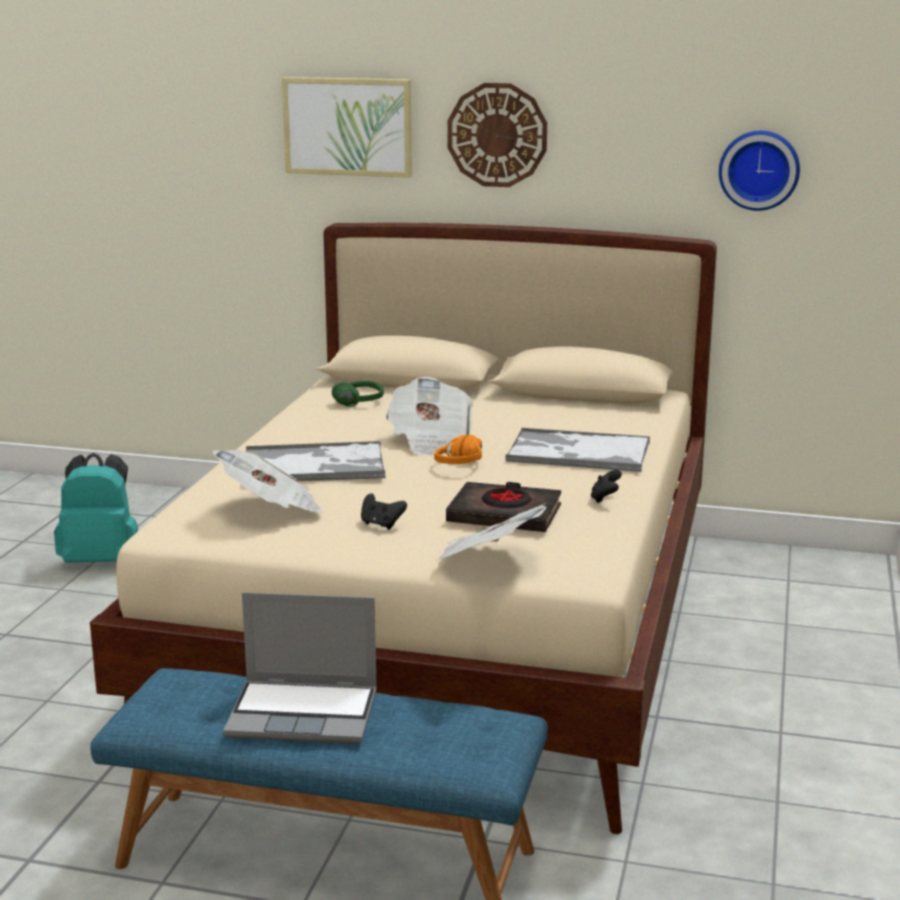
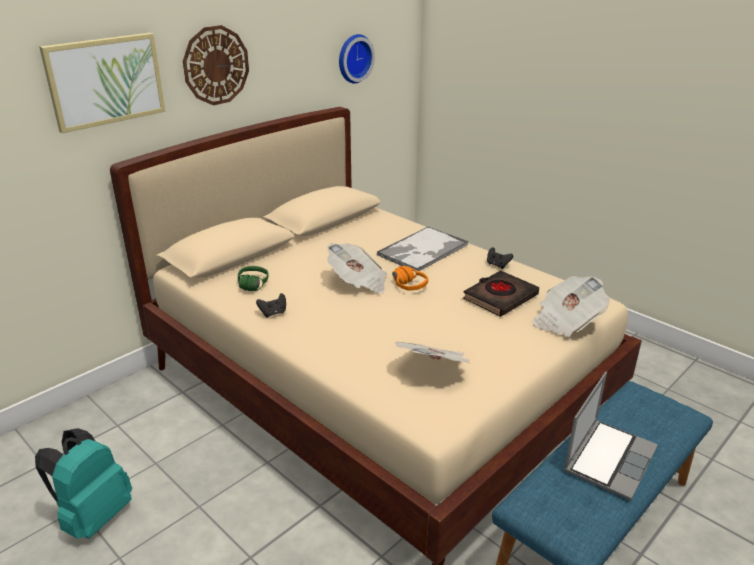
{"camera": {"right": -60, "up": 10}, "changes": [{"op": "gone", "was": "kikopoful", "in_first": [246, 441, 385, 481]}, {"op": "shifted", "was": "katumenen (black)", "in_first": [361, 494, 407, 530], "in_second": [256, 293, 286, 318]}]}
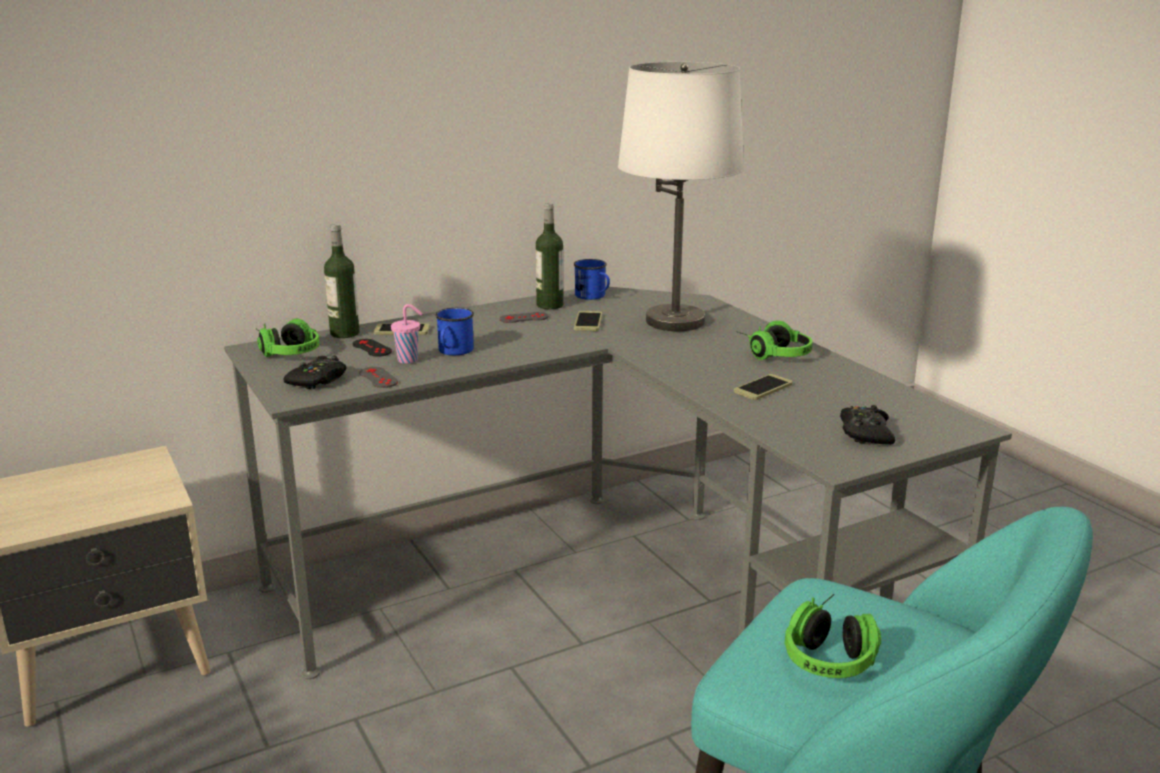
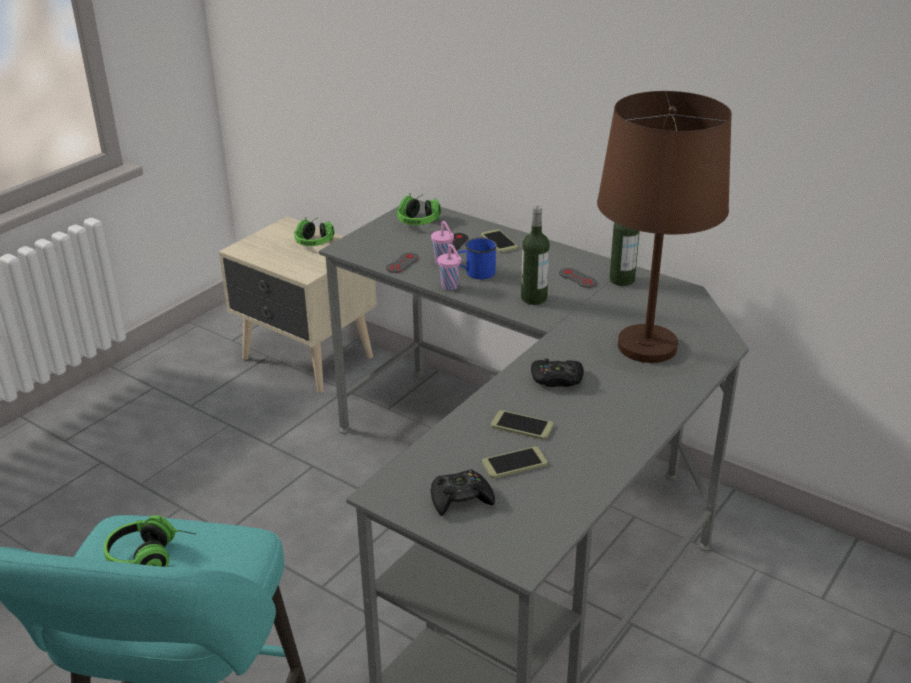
{"camera": {"right": 65, "up": 10}, "changes": [{"op": "shifted", "was": "katumenen (black)", "in_first": [283, 355, 347, 389], "in_second": [531, 358, 584, 387]}, {"op": "shifted", "was": "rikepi", "in_first": [324, 224, 360, 338], "in_second": [521, 206, 550, 305]}, {"op": "gone", "was": "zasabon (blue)", "in_first": [574, 259, 610, 300]}, {"op": "shifted", "was": "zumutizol", "in_first": [574, 311, 602, 331], "in_second": [482, 447, 548, 479]}, {"op": "repainted", "was": "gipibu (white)", "now": "gipibu (brown)", "in_first": [618, 62, 744, 331], "in_second": [597, 91, 732, 363]}, {"op": "shifted", "was": "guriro", "in_first": [736, 320, 813, 360], "in_second": [294, 217, 335, 246]}, {"op": "new", "now": "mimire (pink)", "in_second": [437, 244, 461, 291]}]}
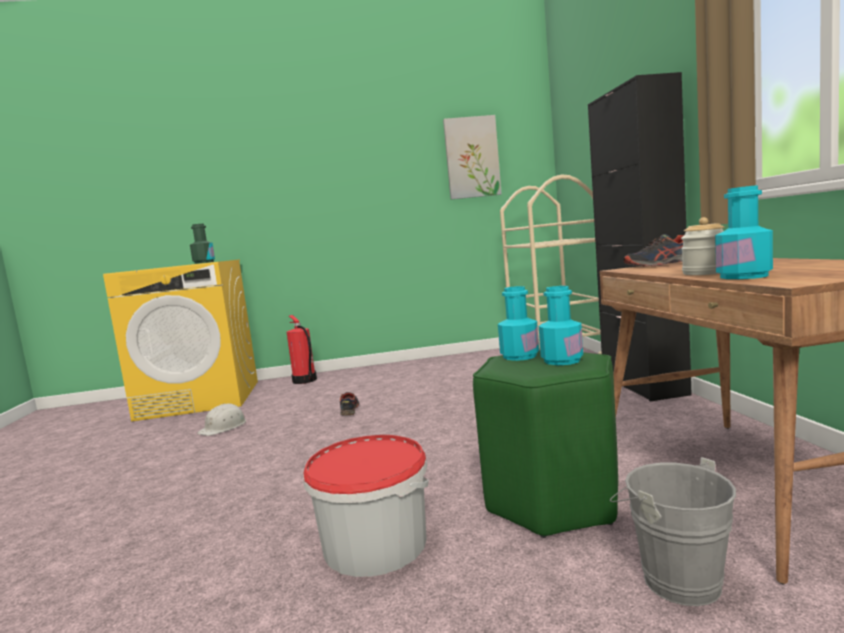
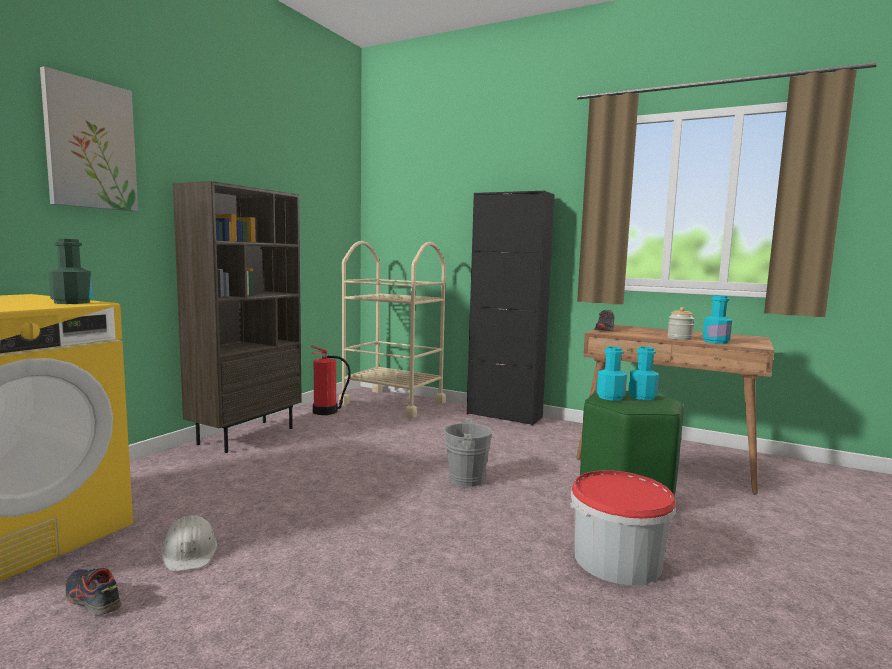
{"camera": {"right": -55, "up": 0}, "changes": [{"op": "shifted", "was": "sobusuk", "in_first": [287, 315, 317, 384], "in_second": [311, 346, 351, 415]}, {"op": "shifted", "was": "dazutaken", "in_first": [340, 392, 359, 416], "in_second": [65, 568, 122, 615]}, {"op": "shifted", "was": "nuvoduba", "in_first": [443, 115, 502, 199], "in_second": [40, 66, 138, 211]}, {"op": "shifted", "was": "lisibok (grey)", "in_first": [610, 457, 736, 606], "in_second": [436, 418, 493, 487]}, {"op": "new", "now": "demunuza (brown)", "in_second": [173, 181, 302, 453]}]}
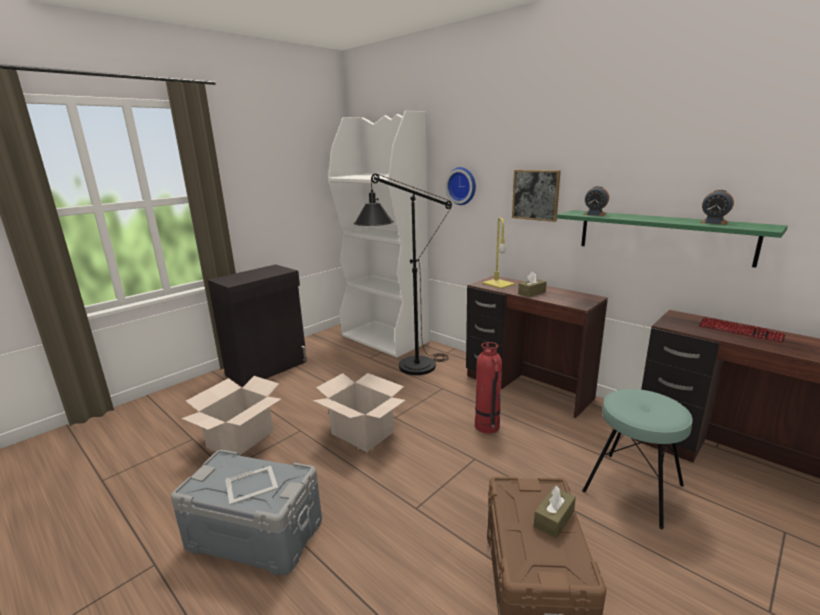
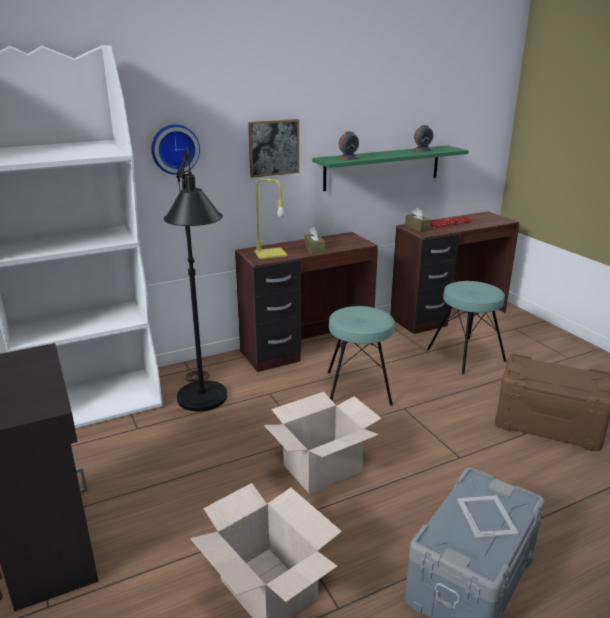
{"camera": {"right": -70, "up": 5}, "changes": [{"op": "swapped", "was": "sobusuk", "now": "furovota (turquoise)", "in_first": [475, 342, 502, 433], "in_second": [328, 306, 394, 406]}, {"op": "shifted", "was": "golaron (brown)", "in_first": [534, 486, 576, 539], "in_second": [405, 207, 431, 232]}]}
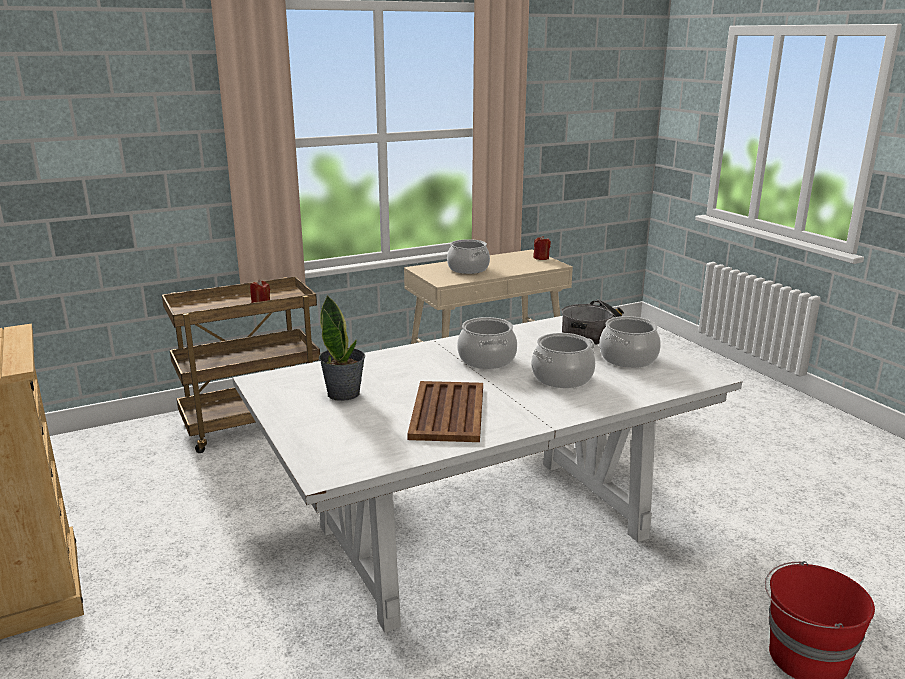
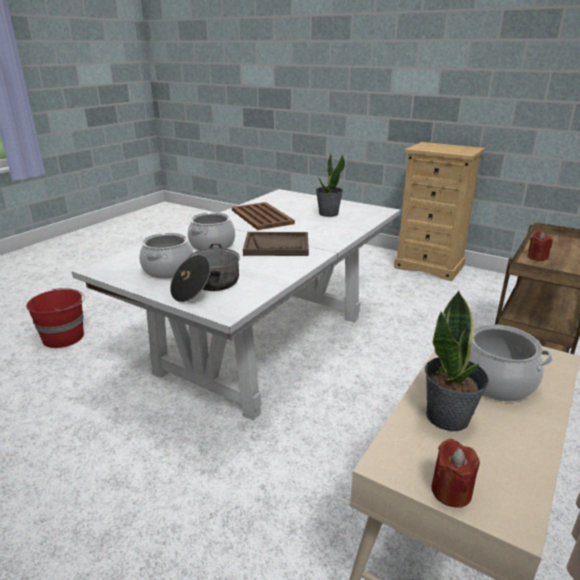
{"camera": {"right": 150, "up": 5}, "changes": [{"op": "swapped", "was": "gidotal", "now": "kikopoful (brown)", "in_first": [457, 317, 517, 369], "in_second": [243, 232, 309, 256]}, {"op": "new", "now": "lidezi", "in_second": [425, 290, 489, 431]}]}
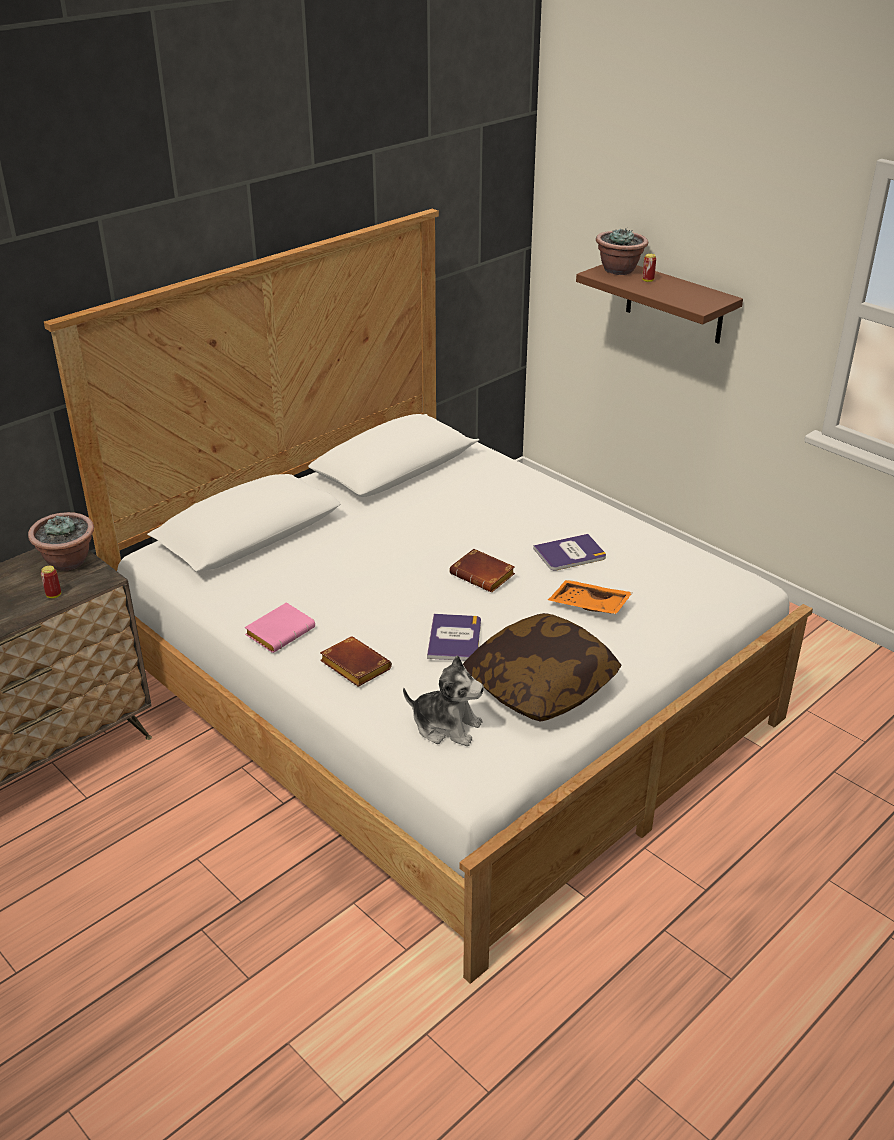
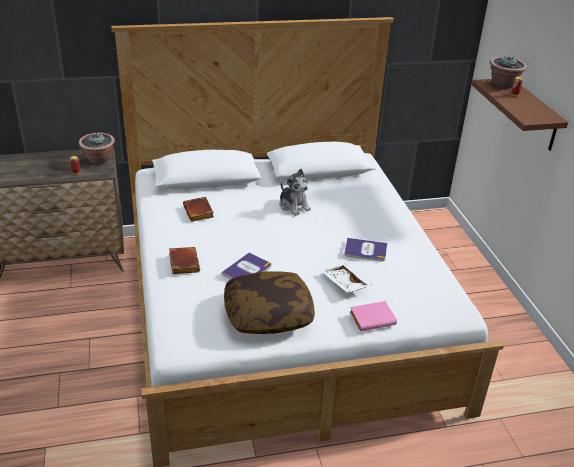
{"camera": {"right": 30, "up": 0}, "changes": [{"op": "shifted", "was": "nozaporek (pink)", "in_first": [245, 602, 315, 653], "in_second": [350, 301, 397, 331]}, {"op": "shifted", "was": "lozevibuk", "in_first": [403, 655, 484, 746], "in_second": [280, 169, 311, 216]}, {"op": "shifted", "was": "nozaporek (brown)", "in_first": [449, 549, 515, 592], "in_second": [183, 197, 214, 222]}, {"op": "repainted", "was": "kikopoful (orange)", "now": "kikopoful (white)", "in_first": [548, 580, 633, 614], "in_second": [321, 263, 372, 293]}]}
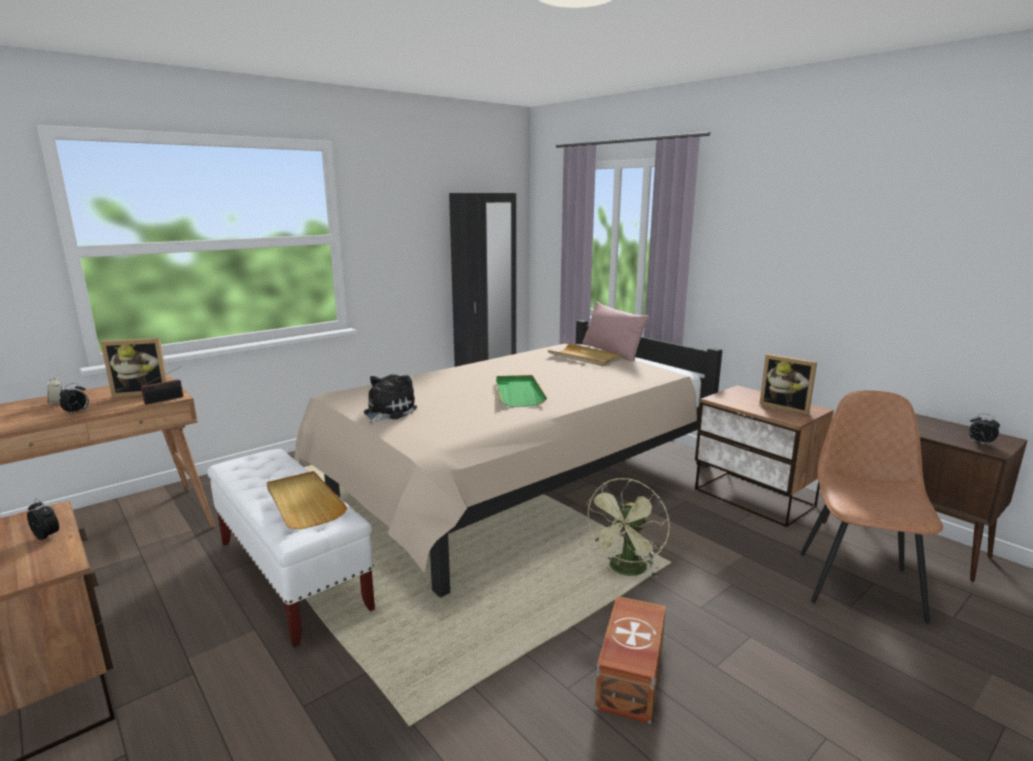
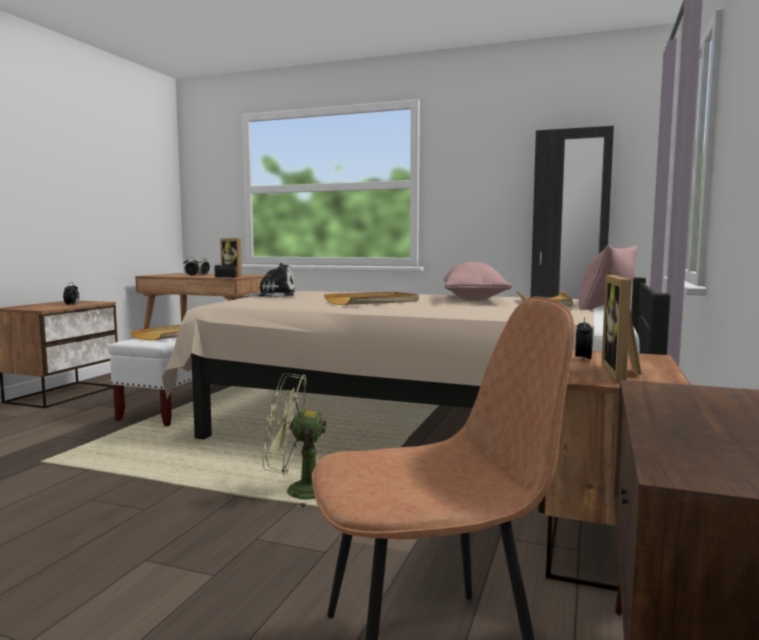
{"camera": {"right": 60, "up": -10}, "changes": [{"op": "repainted", "was": "kikopoful (green)", "now": "kikopoful (beige)", "in_first": [496, 375, 547, 407], "in_second": [324, 292, 419, 305]}, {"op": "gone", "was": "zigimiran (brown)", "in_first": [595, 596, 666, 724]}, {"op": "shifted", "was": "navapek", "in_first": [969, 414, 1000, 446], "in_second": [575, 317, 593, 361]}, {"op": "new", "now": "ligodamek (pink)", "in_second": [444, 262, 512, 301]}]}
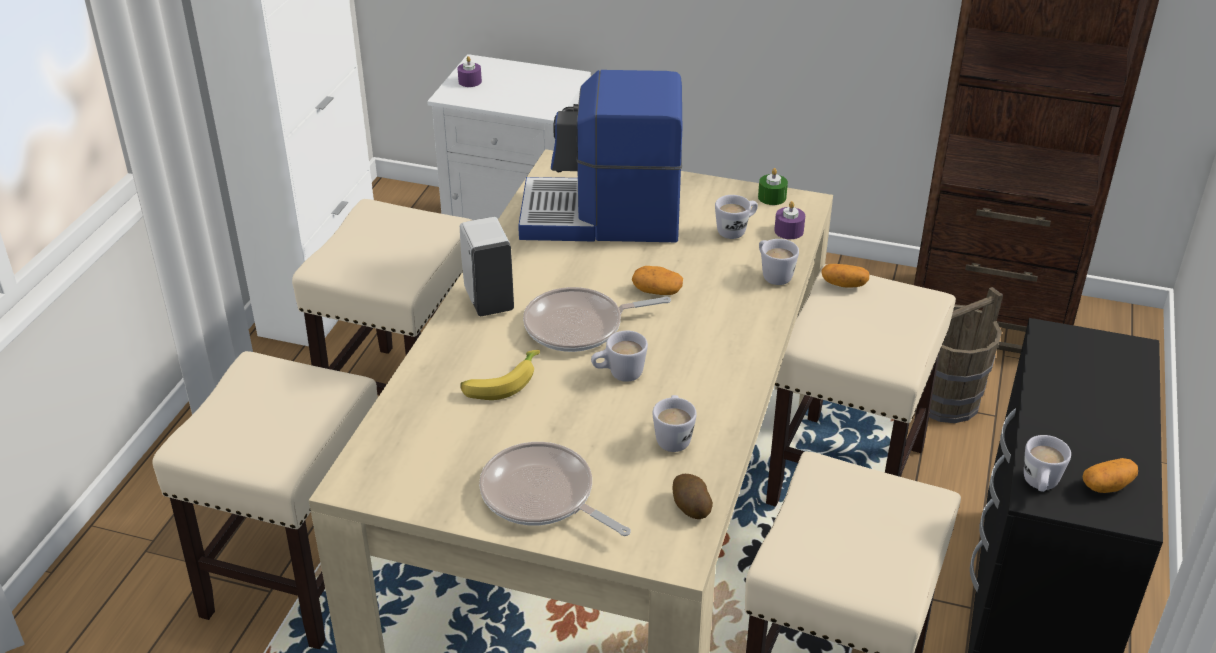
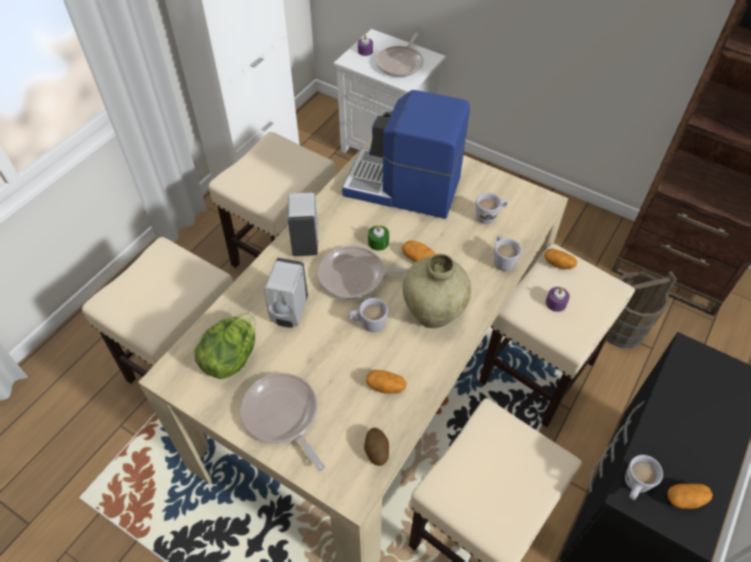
{"camera": {"right": 15, "up": 15}, "changes": [{"op": "swapped", "was": "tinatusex", "now": "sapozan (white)", "in_first": [460, 350, 540, 400], "in_second": [264, 258, 308, 328]}, {"op": "swapped", "was": "zasabon (white)", "now": "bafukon", "in_first": [653, 395, 697, 452], "in_second": [366, 370, 407, 394]}, {"op": "shifted", "was": "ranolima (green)", "in_first": [758, 168, 788, 205], "in_second": [368, 225, 389, 251]}, {"op": "shifted", "was": "ranolima (purple)", "in_first": [774, 201, 805, 239], "in_second": [546, 287, 570, 312]}, {"op": "new", "now": "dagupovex", "in_second": [195, 313, 255, 379]}, {"op": "new", "now": "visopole", "in_second": [376, 32, 423, 77]}, {"op": "new", "now": "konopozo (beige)", "in_second": [403, 254, 471, 328]}]}
